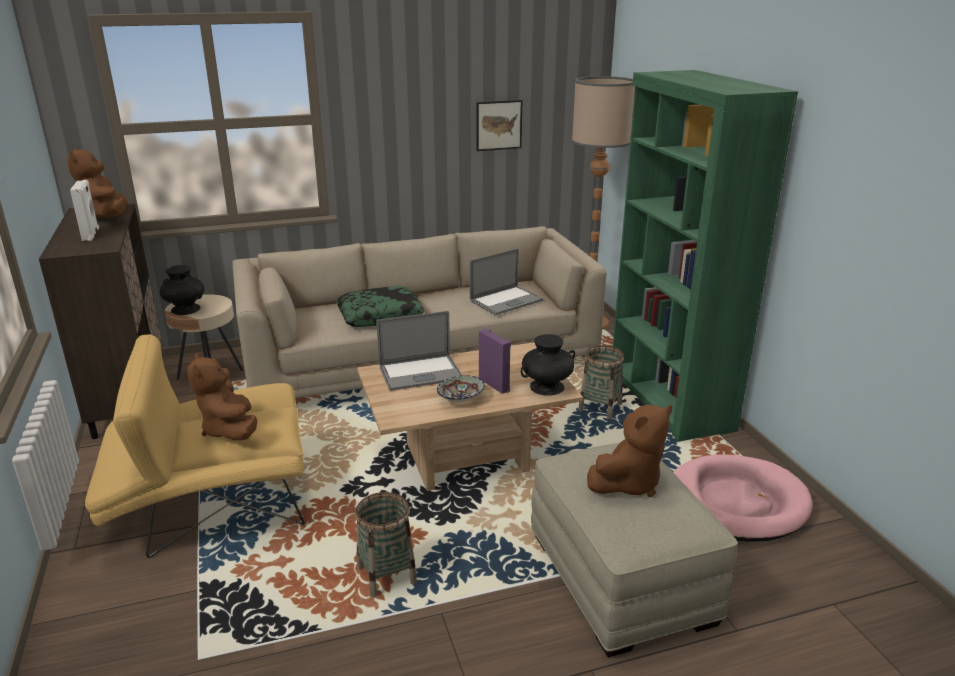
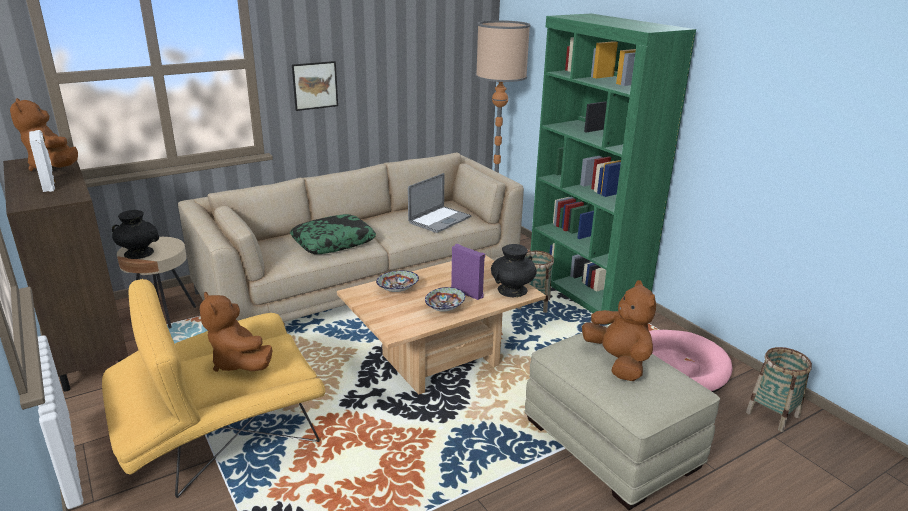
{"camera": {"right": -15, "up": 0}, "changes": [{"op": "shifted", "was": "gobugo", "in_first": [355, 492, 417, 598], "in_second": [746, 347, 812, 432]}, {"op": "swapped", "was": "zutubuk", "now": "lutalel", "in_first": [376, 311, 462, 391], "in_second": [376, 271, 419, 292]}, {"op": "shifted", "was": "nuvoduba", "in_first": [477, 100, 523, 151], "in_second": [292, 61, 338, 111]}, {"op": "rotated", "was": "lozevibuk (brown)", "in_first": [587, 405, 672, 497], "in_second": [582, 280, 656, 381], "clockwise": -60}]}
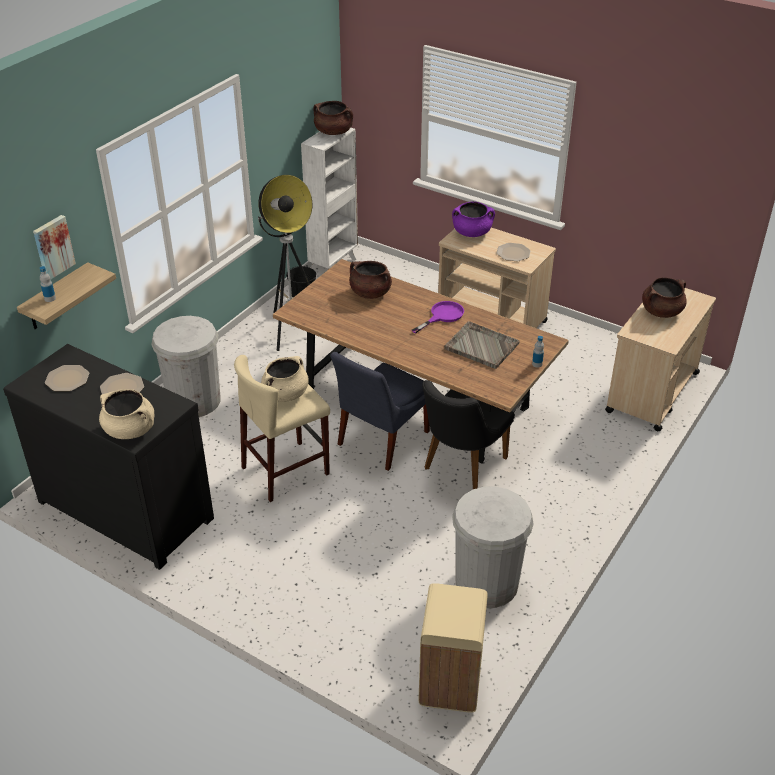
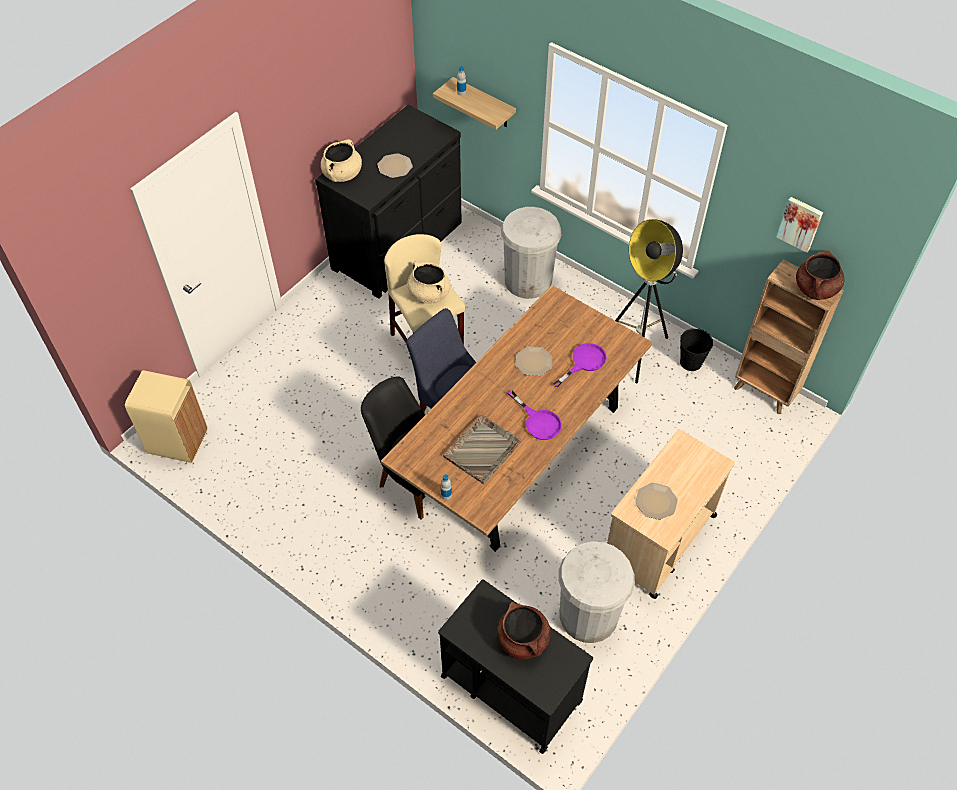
{"camera": {"right": 95, "up": 15}, "changes": [{"op": "shifted", "was": "nuvoduba", "in_first": [33, 215, 76, 280], "in_second": [776, 197, 823, 253]}, {"op": "shifted", "was": "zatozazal", "in_first": [45, 365, 89, 391], "in_second": [515, 346, 552, 376]}, {"op": "repainted", "was": "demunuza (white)", "now": "demunuza (brown)", "in_first": [301, 128, 358, 270], "in_second": [734, 259, 844, 414]}, {"op": "swapped", "was": "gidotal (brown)", "now": "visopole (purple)", "in_first": [349, 261, 392, 299], "in_second": [553, 343, 607, 388]}, {"op": "gone", "was": "gidotal (purple)", "in_first": [452, 201, 495, 237]}, {"op": "shifted", "was": "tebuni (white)", "in_first": [452, 486, 534, 608], "in_second": [558, 541, 635, 643]}, {"op": "repainted", "was": "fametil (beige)", "now": "fametil (black)", "in_first": [605, 288, 716, 431], "in_second": [438, 579, 593, 754]}]}
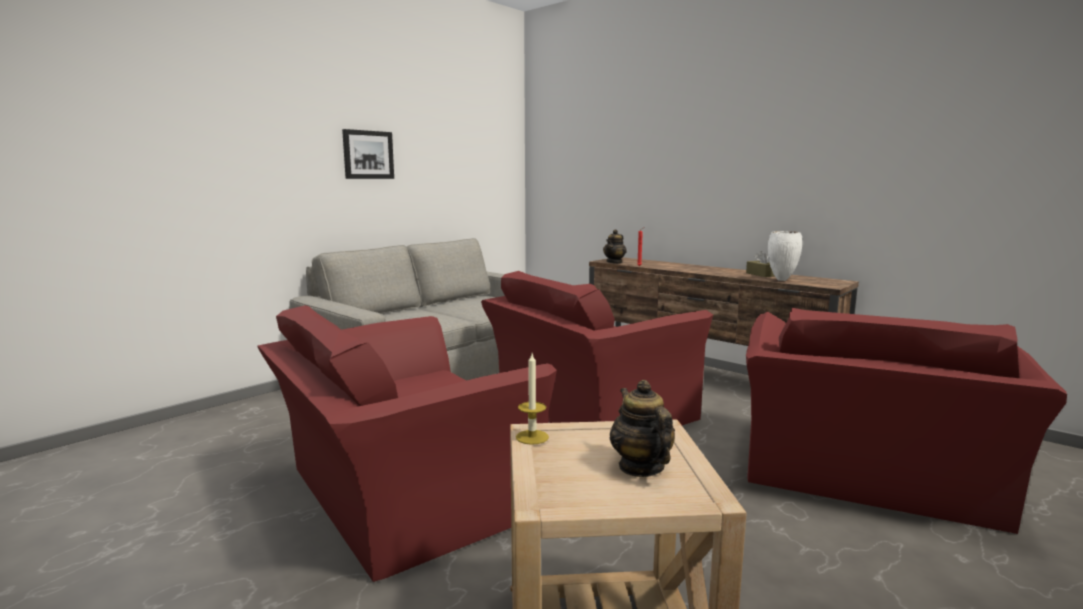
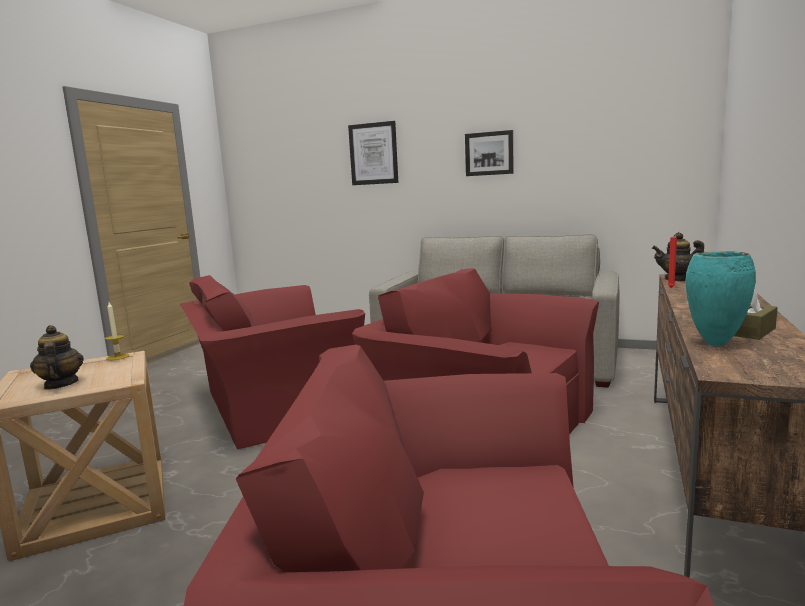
{"camera": {"right": 70, "up": 0}, "changes": [{"op": "rotated", "was": "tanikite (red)", "in_first": [257, 305, 557, 582], "in_second": [180, 275, 365, 449], "clockwise": -60}, {"op": "rotated", "was": "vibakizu", "in_first": [610, 380, 675, 477], "in_second": [30, 325, 84, 390], "clockwise": -75}, {"op": "repainted", "was": "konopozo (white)", "now": "konopozo (turquoise)", "in_first": [768, 231, 802, 281], "in_second": [685, 251, 756, 346]}, {"op": "new", "now": "nuvoduba", "in_second": [348, 121, 398, 185]}]}
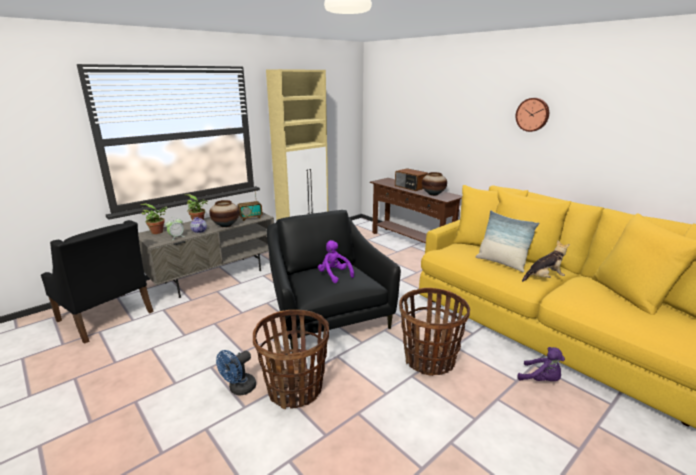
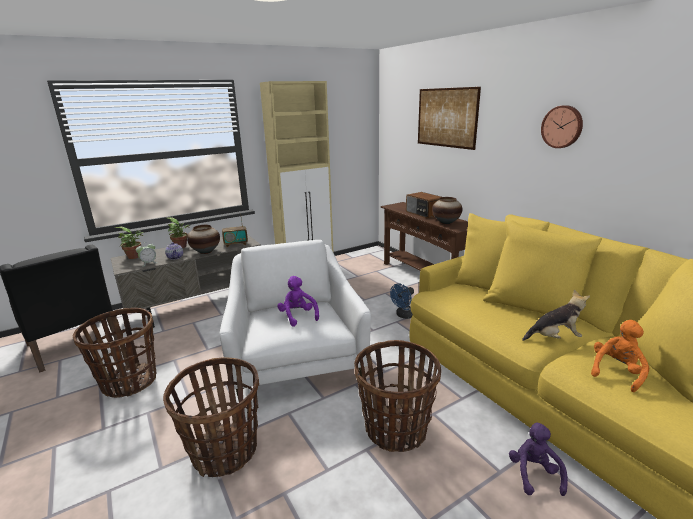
{"camera": {"right": 10, "up": 0}, "changes": [{"op": "shifted", "was": "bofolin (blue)", "in_first": [216, 350, 256, 396], "in_second": [390, 283, 414, 319]}, {"op": "repainted", "was": "tanikite (black)", "now": "tanikite (white)", "in_first": [267, 210, 401, 353], "in_second": [220, 240, 371, 401]}, {"op": "gone", "was": "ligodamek", "in_first": [476, 210, 539, 272]}, {"op": "rotated", "was": "lozevibuk (purple)", "in_first": [517, 347, 565, 381], "in_second": [509, 422, 568, 496], "clockwise": -135}, {"op": "new", "now": "gobugo", "in_second": [73, 308, 157, 398]}, {"op": "new", "now": "nuvoduba", "in_second": [418, 87, 481, 150]}, {"op": "new", "now": "lozevibuk (orange)", "in_second": [591, 320, 649, 392]}]}
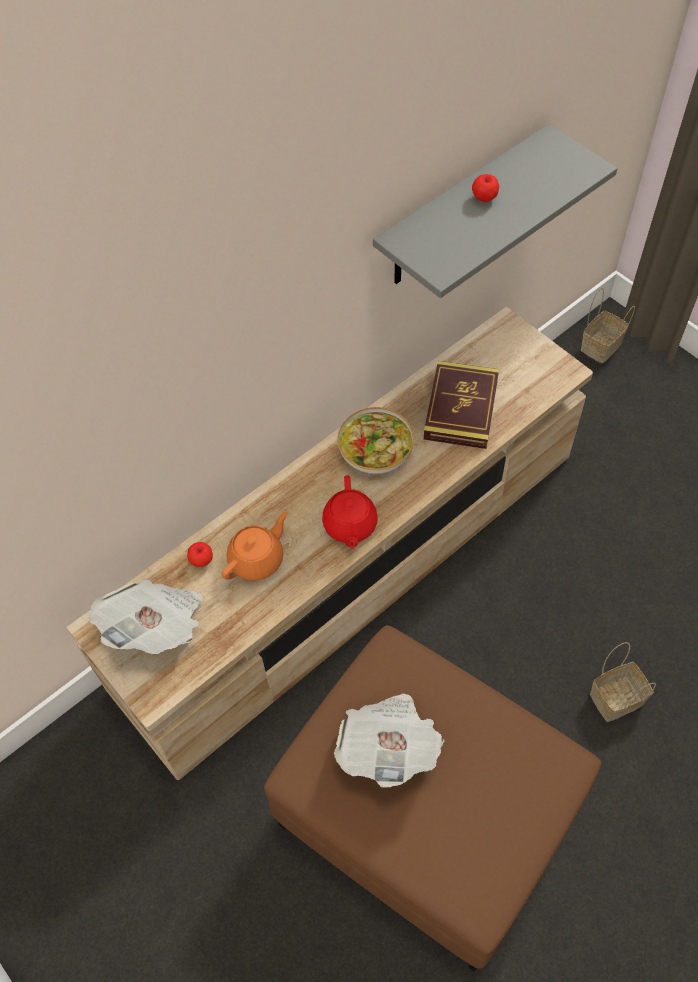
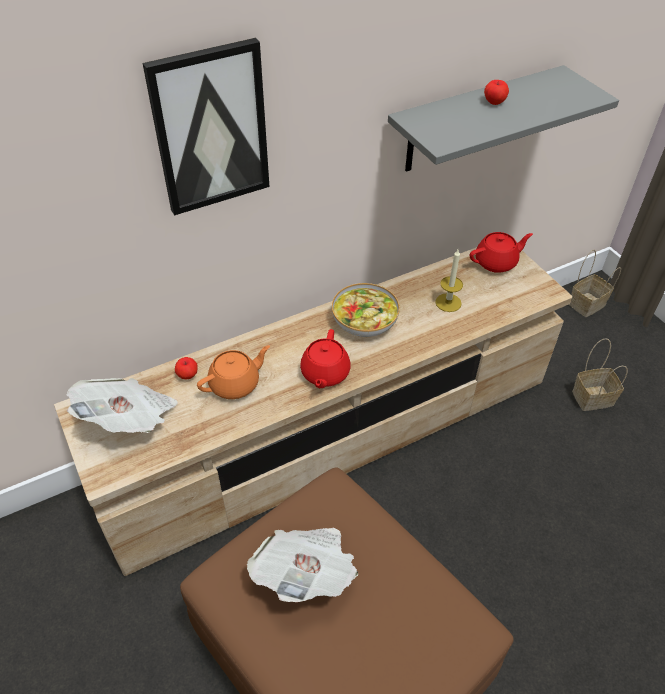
{"camera": {"right": 10, "up": -10}, "changes": [{"op": "swapped", "was": "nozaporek", "now": "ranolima", "in_first": [423, 361, 499, 449], "in_second": [435, 250, 463, 312]}, {"op": "shifted", "was": "gobugo", "in_first": [590, 642, 656, 722], "in_second": [572, 338, 628, 411]}, {"op": "new", "now": "nuvoduba", "in_second": [143, 38, 270, 215]}, {"op": "new", "now": "vibakizu (red)", "in_second": [470, 232, 533, 273]}]}
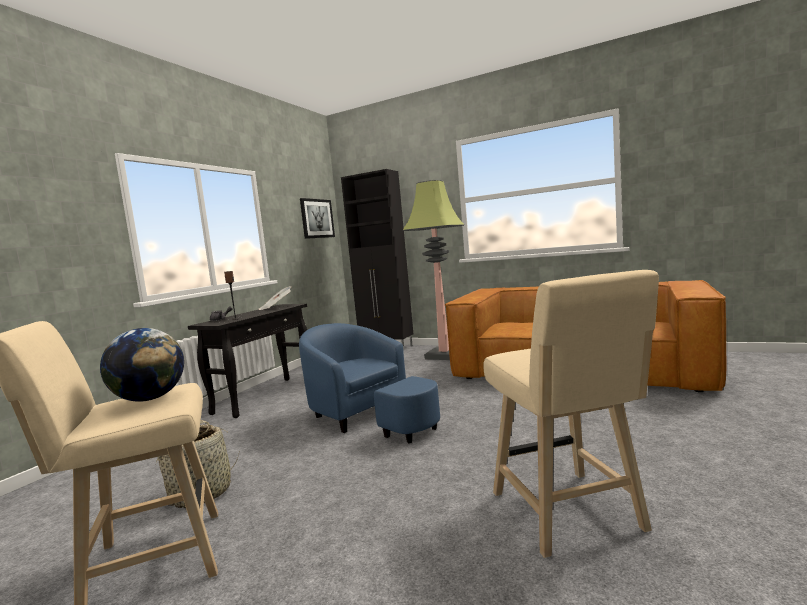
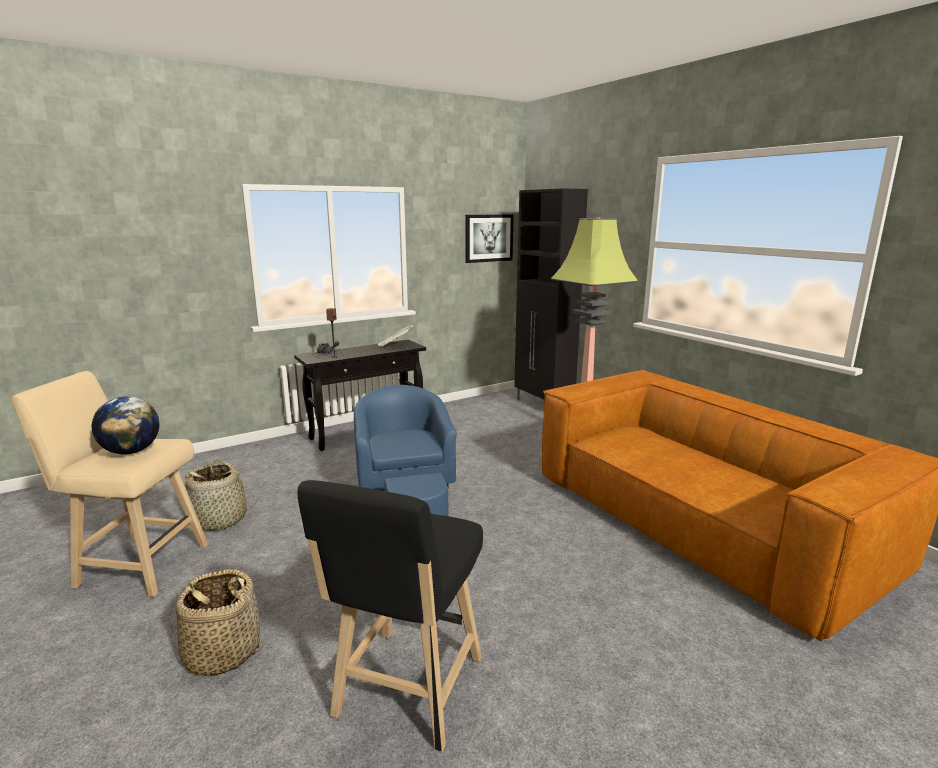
{"camera": {"right": 30, "up": 10}, "changes": [{"op": "repainted", "was": "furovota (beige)", "now": "furovota (black)", "in_first": [483, 270, 659, 558], "in_second": [298, 480, 483, 751]}, {"op": "new", "now": "gobugo", "in_second": [169, 569, 265, 676]}]}
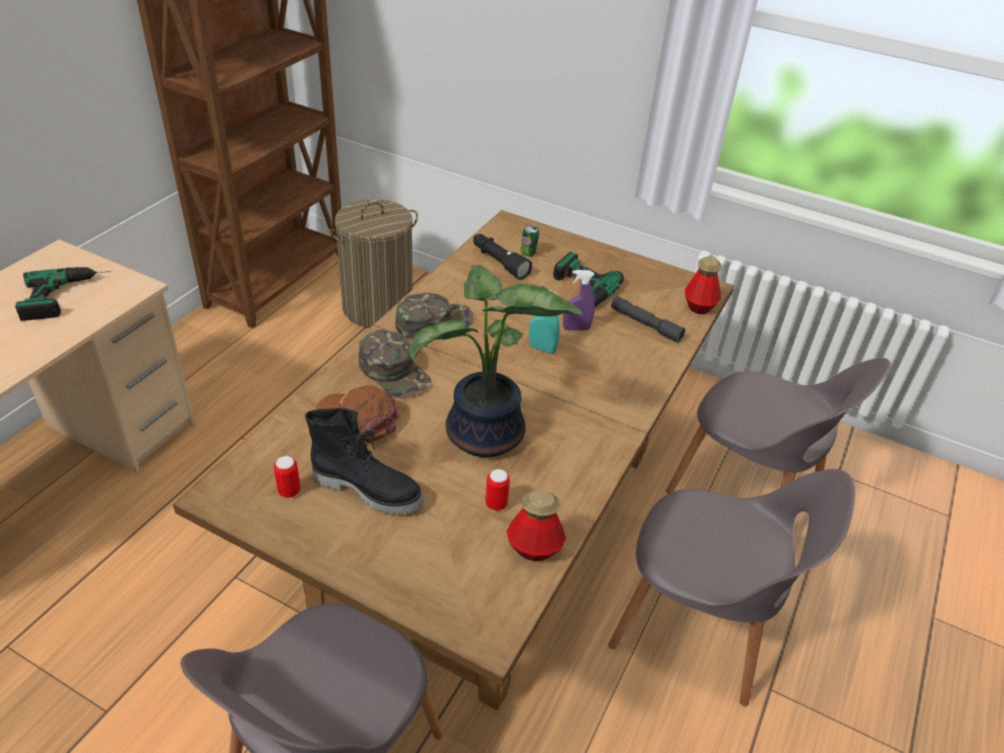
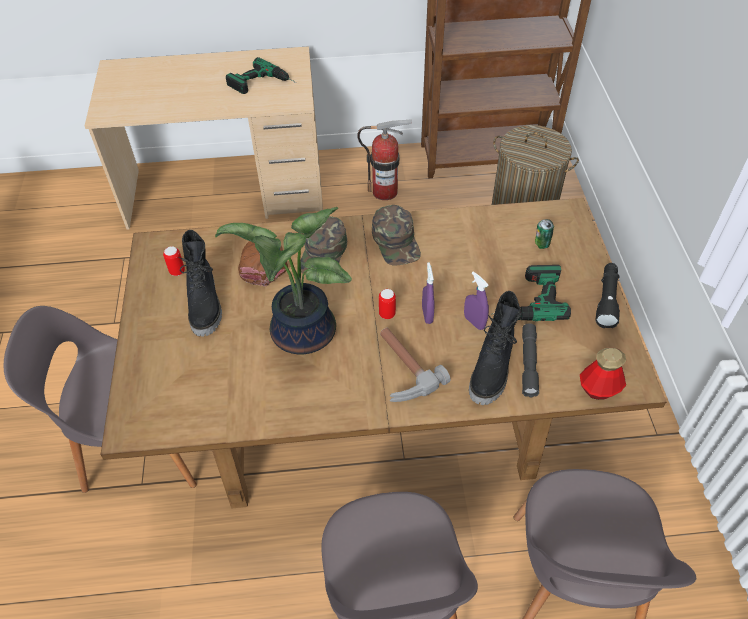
{"camera": {"right": 60, "up": 10}, "changes": [{"op": "rotated", "was": "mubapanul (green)", "in_first": [395, 293, 474, 339], "in_second": [372, 205, 421, 266], "clockwise": 45}, {"op": "shifted", "was": "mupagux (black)", "in_first": [473, 234, 532, 280], "in_second": [596, 263, 620, 328]}, {"op": "shifted", "was": "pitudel", "in_first": [485, 469, 510, 511], "in_second": [379, 289, 396, 319]}, {"op": "gone", "was": "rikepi", "in_first": [506, 490, 566, 561]}, {"op": "repainted", "was": "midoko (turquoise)", "now": "midoko (purple)", "in_first": [529, 289, 560, 354], "in_second": [422, 262, 434, 324]}, {"op": "new", "now": "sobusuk", "in_second": [357, 119, 412, 200]}, {"op": "new", "now": "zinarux", "in_second": [380, 328, 451, 402]}, {"op": "new", "now": "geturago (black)", "in_second": [469, 291, 521, 405]}]}
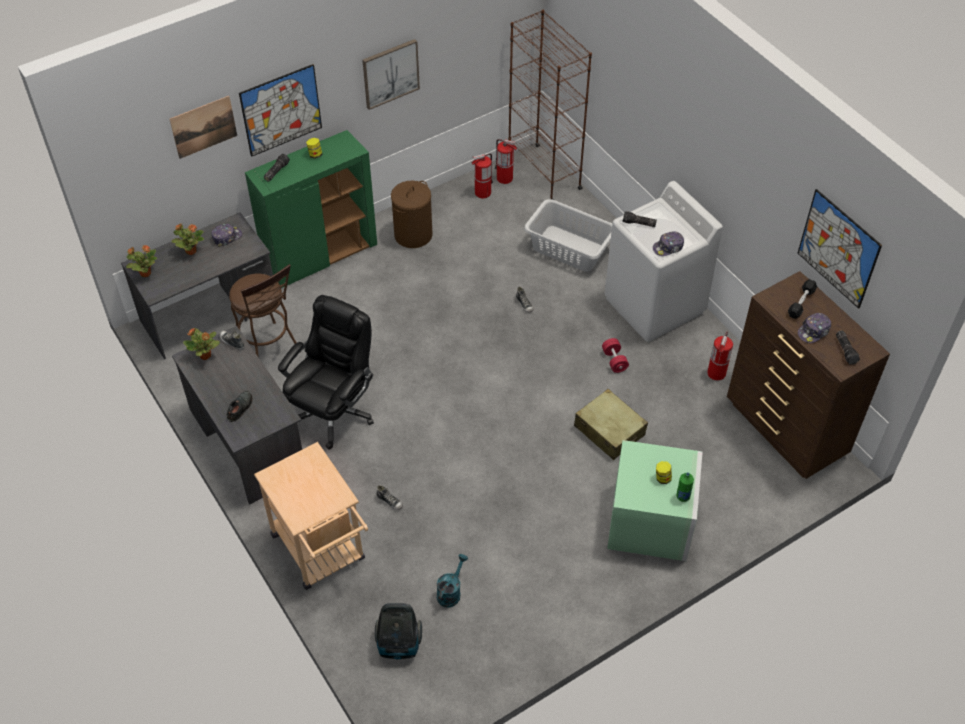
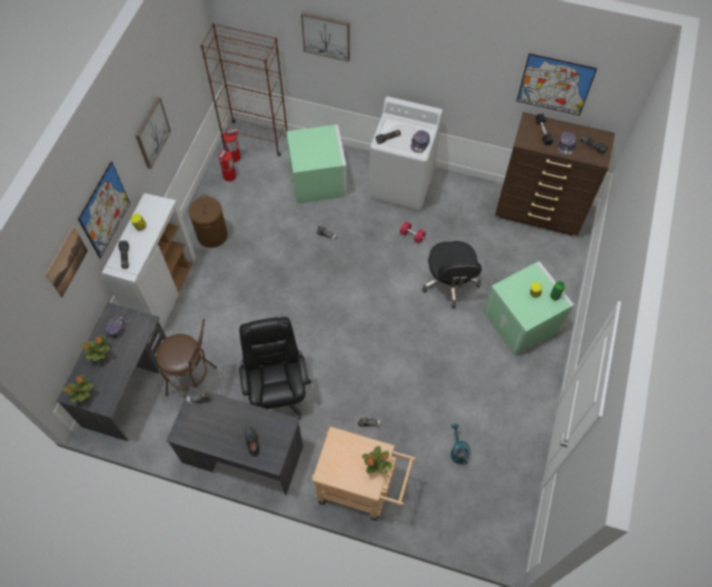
{"camera": {"right": -40, "up": 10}, "changes": [{"op": "shifted", "was": "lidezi", "in_first": [183, 328, 220, 360], "in_second": [362, 446, 392, 474]}, {"op": "repainted", "was": "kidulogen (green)", "now": "kidulogen (white)", "in_first": [245, 130, 377, 288], "in_second": [102, 193, 196, 329]}, {"op": "gone", "was": "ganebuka", "in_first": [375, 603, 422, 659]}, {"op": "swapped", "was": "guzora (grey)", "now": "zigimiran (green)", "in_first": [524, 199, 612, 272], "in_second": [286, 124, 347, 204]}, {"op": "swapped", "was": "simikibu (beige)", "now": "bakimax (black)", "in_first": [574, 389, 648, 460], "in_second": [422, 241, 482, 308]}, {"op": "gone", "was": "sobusuk", "in_first": [707, 332, 733, 381]}, {"op": "new", "now": "nuvoduba", "in_second": [301, 12, 350, 62]}]}
